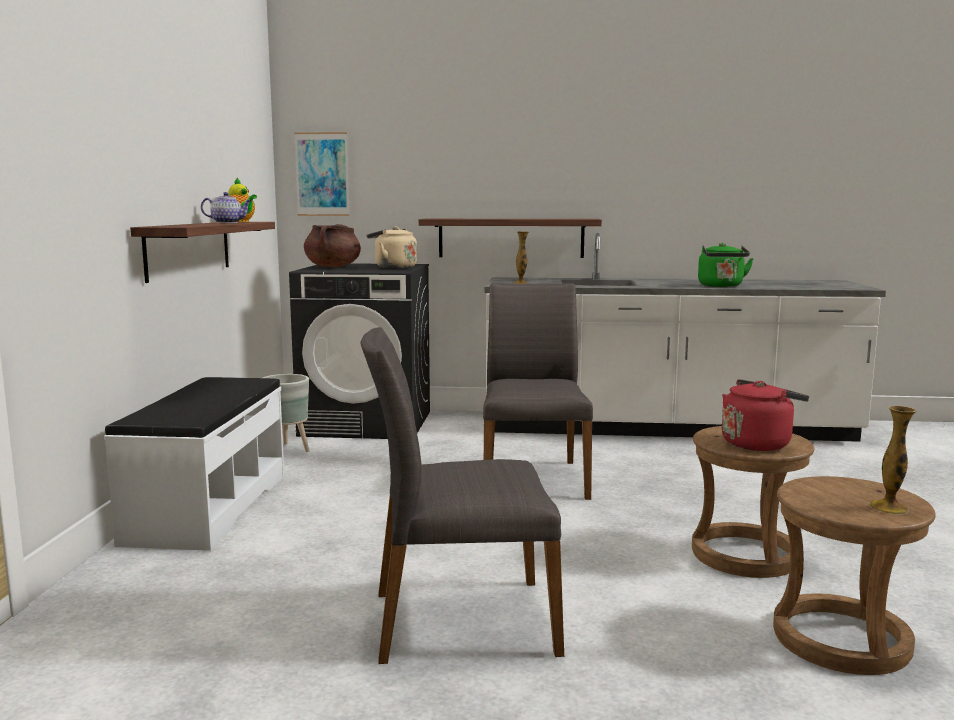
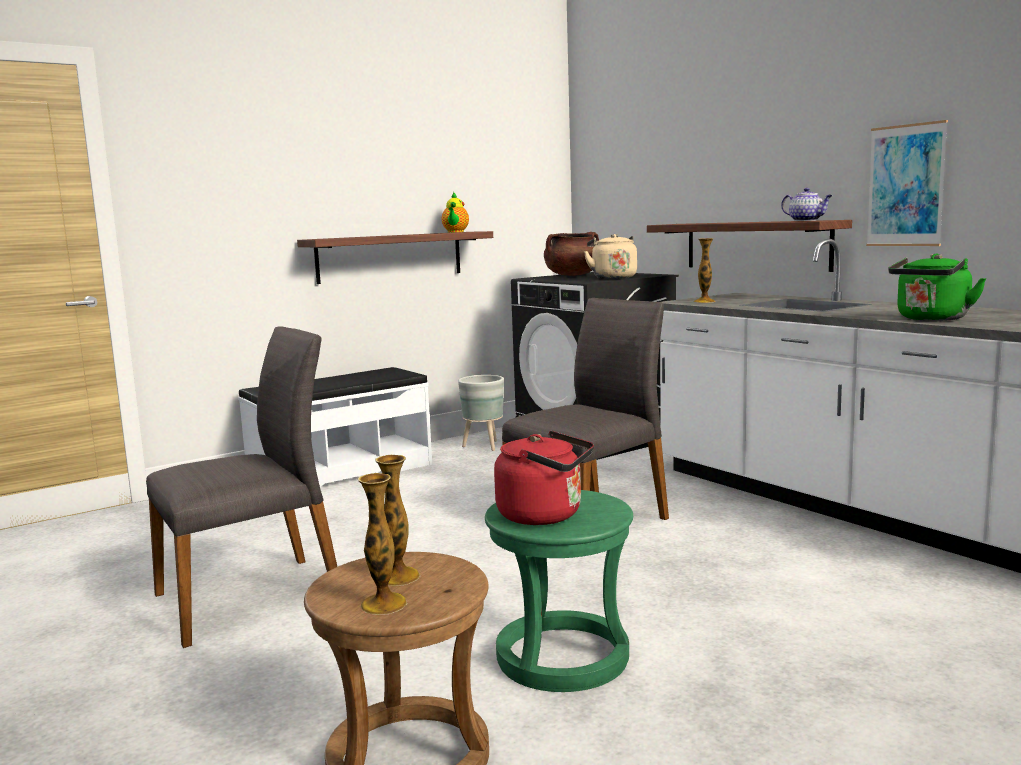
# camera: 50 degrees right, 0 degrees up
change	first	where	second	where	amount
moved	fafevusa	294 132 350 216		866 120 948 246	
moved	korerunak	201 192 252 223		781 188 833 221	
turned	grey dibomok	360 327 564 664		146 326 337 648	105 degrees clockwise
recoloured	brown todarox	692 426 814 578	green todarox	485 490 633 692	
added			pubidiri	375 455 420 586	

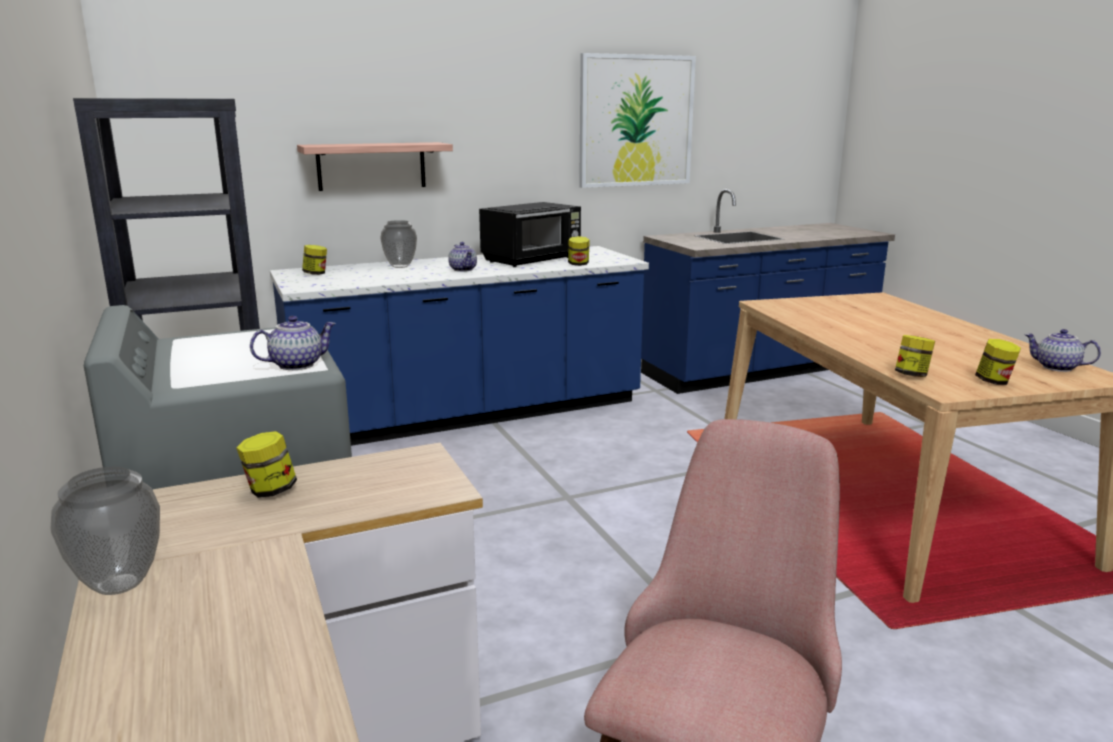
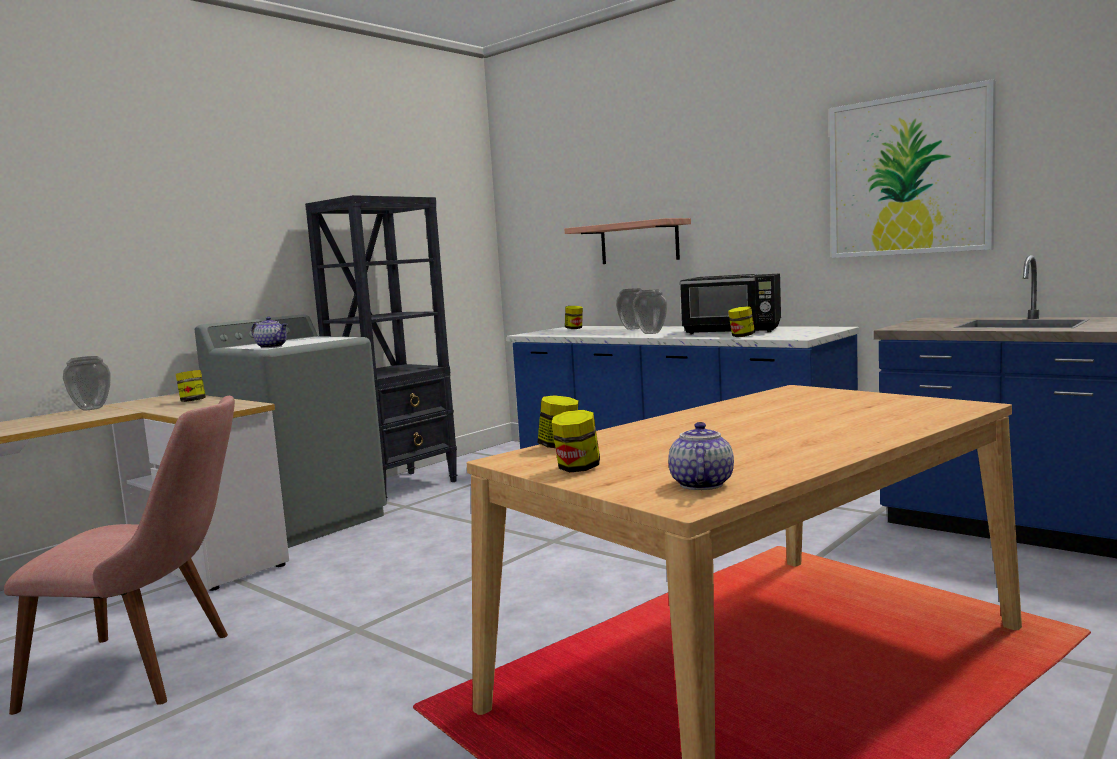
# camera: 65 degrees right, 10 degrees down
change	first	where	second	where	amount
replaced	korerunak	448 242 477 272	pubidiri	633 290 667 334	

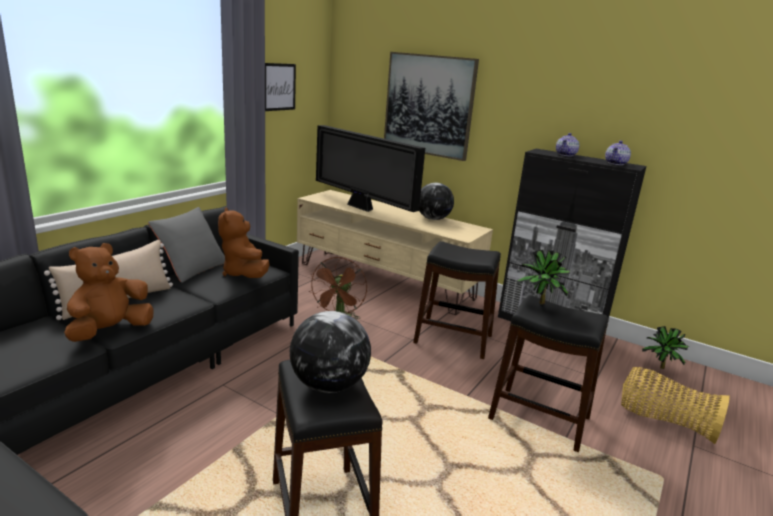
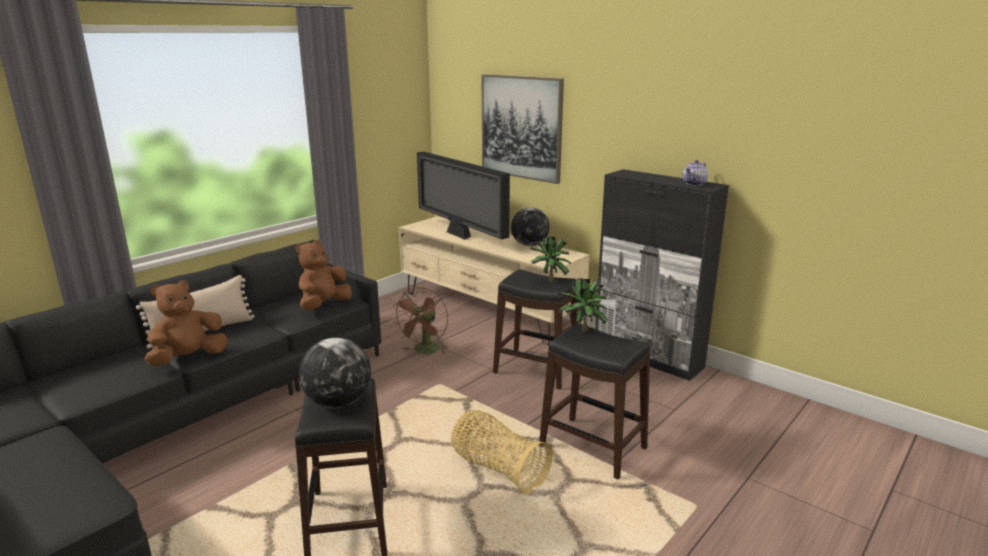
# camera: 10 degrees right, 0 degrees up
change	first	where	second	where	amount
removed	fafevusa	265 63 296 111			
removed	korerunak	556 133 580 156			
removed	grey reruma	148 207 225 283			
turned	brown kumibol	218 207 270 278		295 240 352 310	45 degrees clockwise
moved	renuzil	642 326 691 369		530 237 571 282	
moved	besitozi	621 367 730 444		451 410 553 494	

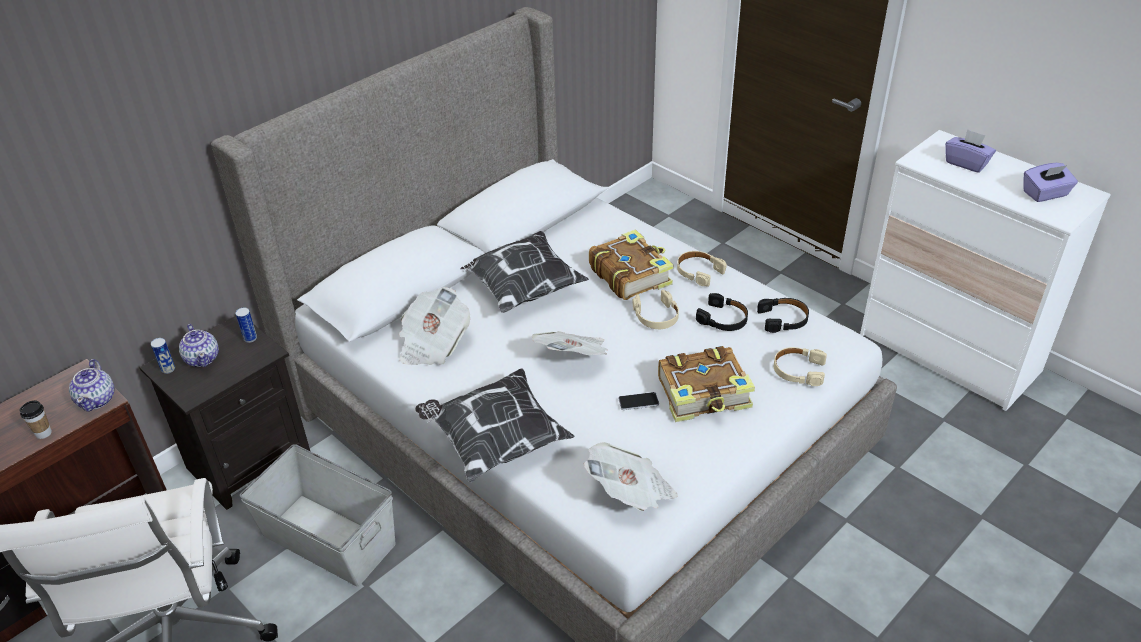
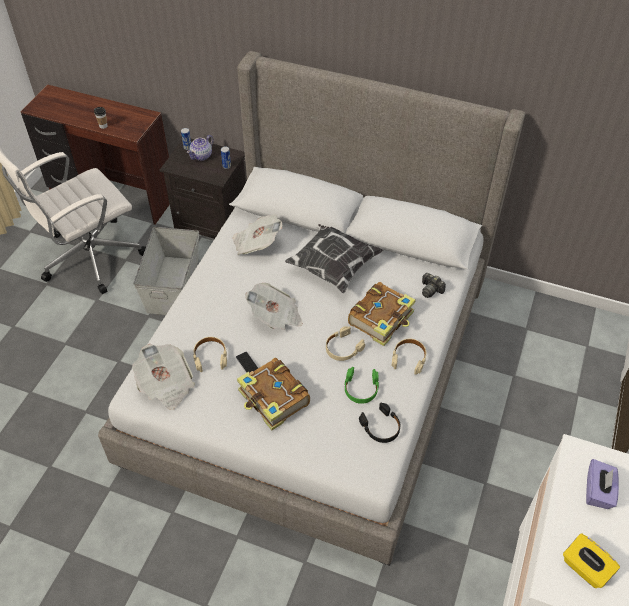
# camera: 65 degrees right, 10 degrees up
change	first	where	second	where	amount
recoloured	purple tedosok	1023 163 1078 202	yellow tedosok	563 533 620 588	
recoloured	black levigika	696 293 748 331	green levigika	344 367 379 404	
moved	beige levigika	774 347 827 386		193 337 227 372	
removed	korerunak	69 359 115 412			
removed	reruma	415 368 575 482			
added			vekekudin	422 273 446 298	

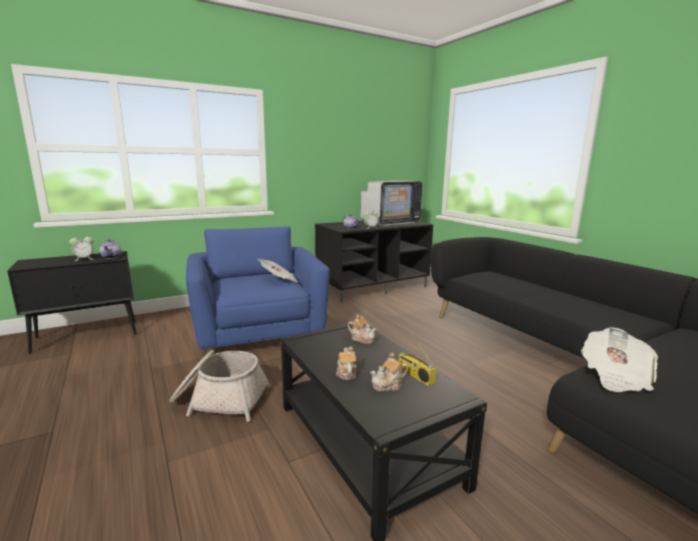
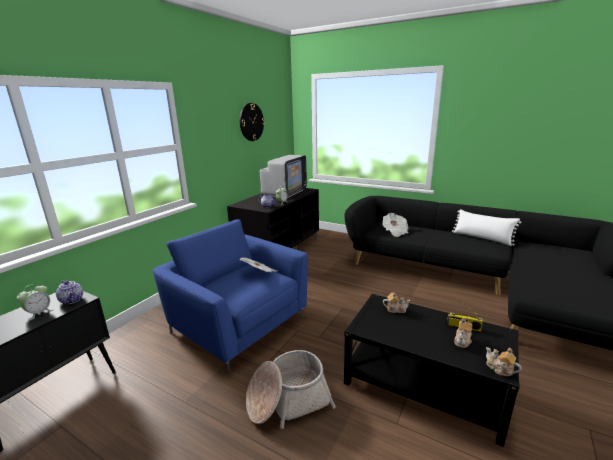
# camera: 30 degrees left, 5 degrees up
change	first	where	second	where	amount
moved	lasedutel	581 327 658 392		382 213 408 237	
moved	korerunak	336 346 357 380		486 347 521 376	
added			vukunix	240 103 265 141	
added			white reruma	452 209 522 246	

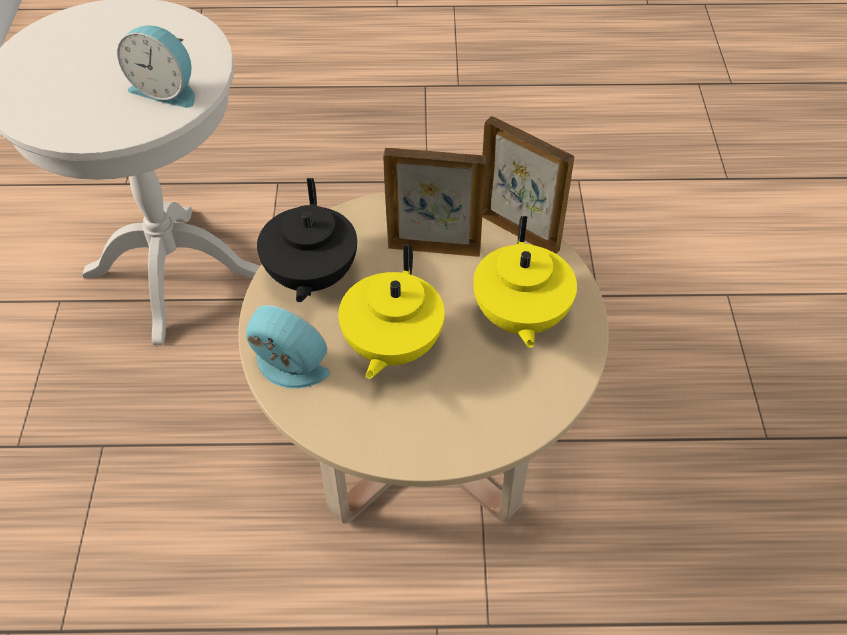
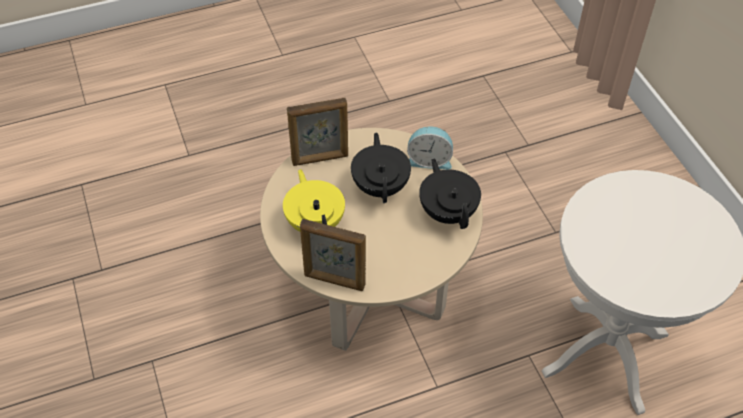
# camera: 160 degrees right, 0 degrees up
change	first	where	second	where	amount
removed	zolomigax	117 25 195 108			
moved	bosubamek	383 148 486 257		287 98 348 166	
recoloured	yellow korerunak	338 244 445 379	black korerunak	351 133 411 203	

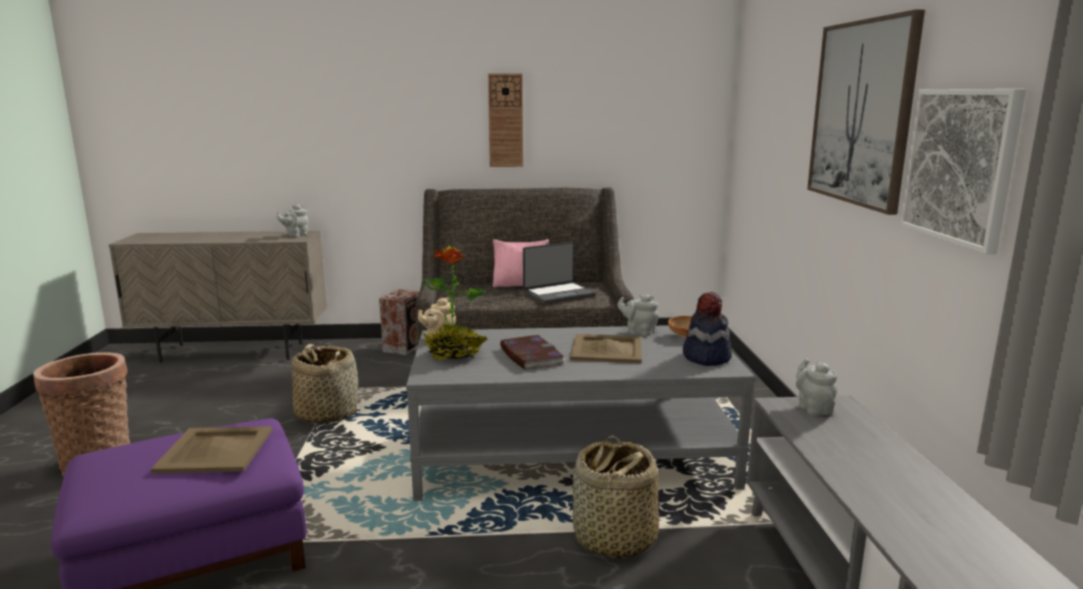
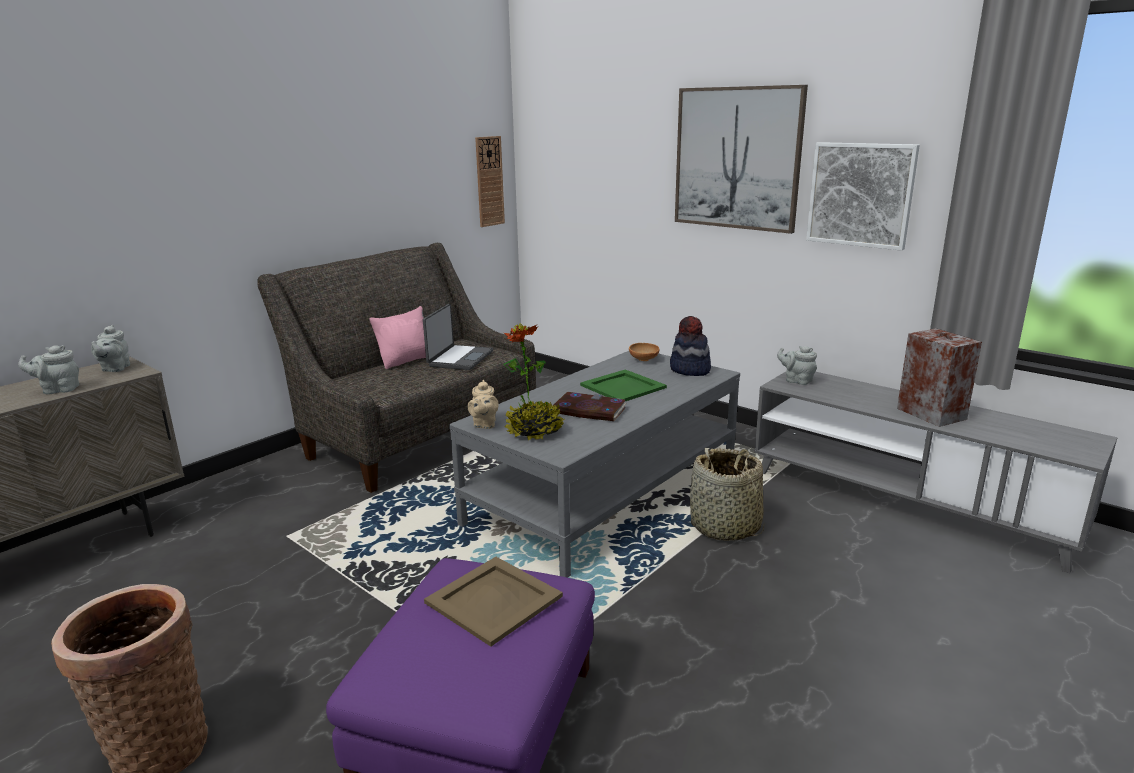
# camera: 45 degrees left, 5 degrees up
change	first	where	second	where	amount
moved	vukunix	488 74 523 167		475 136 505 227	
moved	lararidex	379 289 420 355		897 328 982 427	
moved	grey korerunak	617 294 659 336		18 345 79 394	
recoloured	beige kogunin	570 334 642 363	green kogunin	580 369 667 401	
removed	besitozi	292 344 358 424			

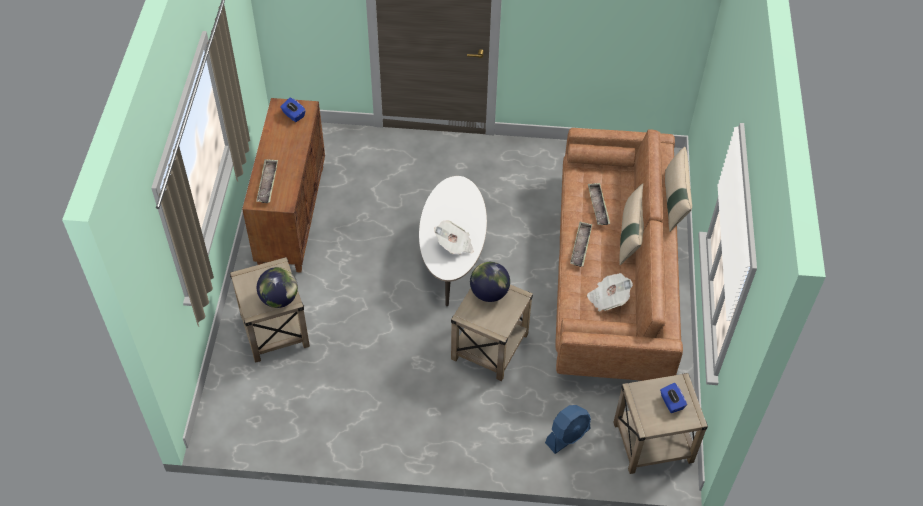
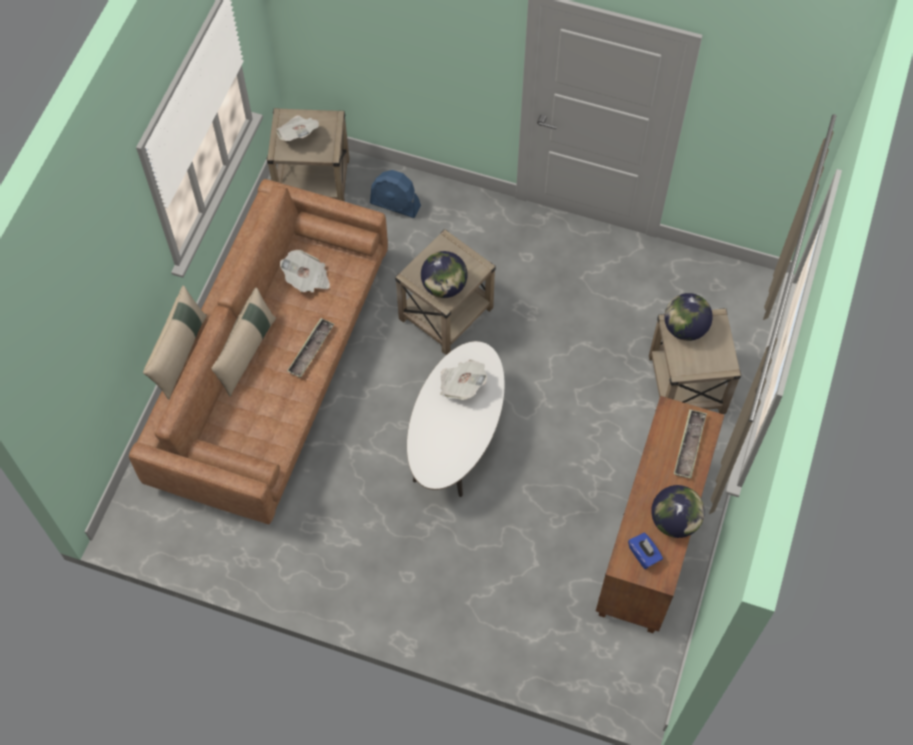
# camera: 165 degrees left, 10 degrees up
change	first	where	second	where	amount
removed	kogunin	588 183 610 225			
replaced	blue tedosok	660 383 687 413	lasedutel	276 115 319 141	
turned	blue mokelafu	545 405 591 454		370 170 421 218	135 degrees counterclockwise
added			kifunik	651 485 705 538	

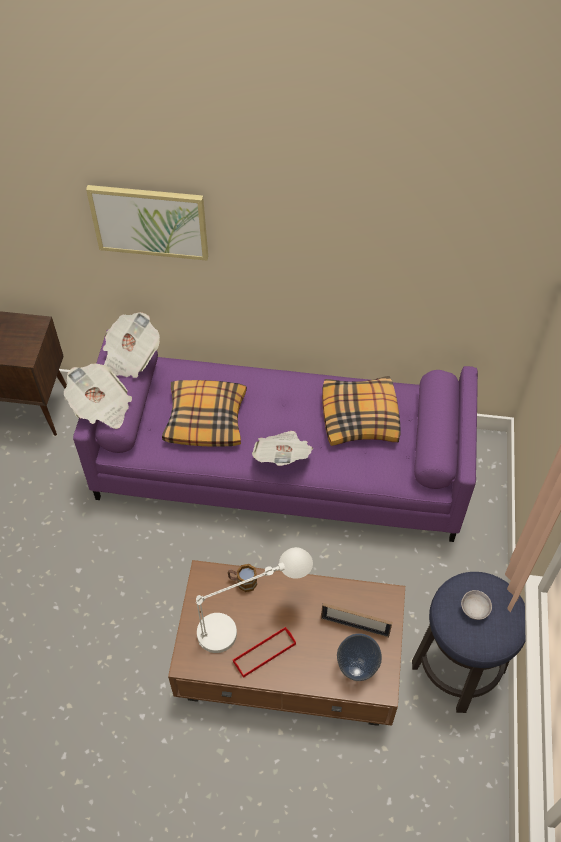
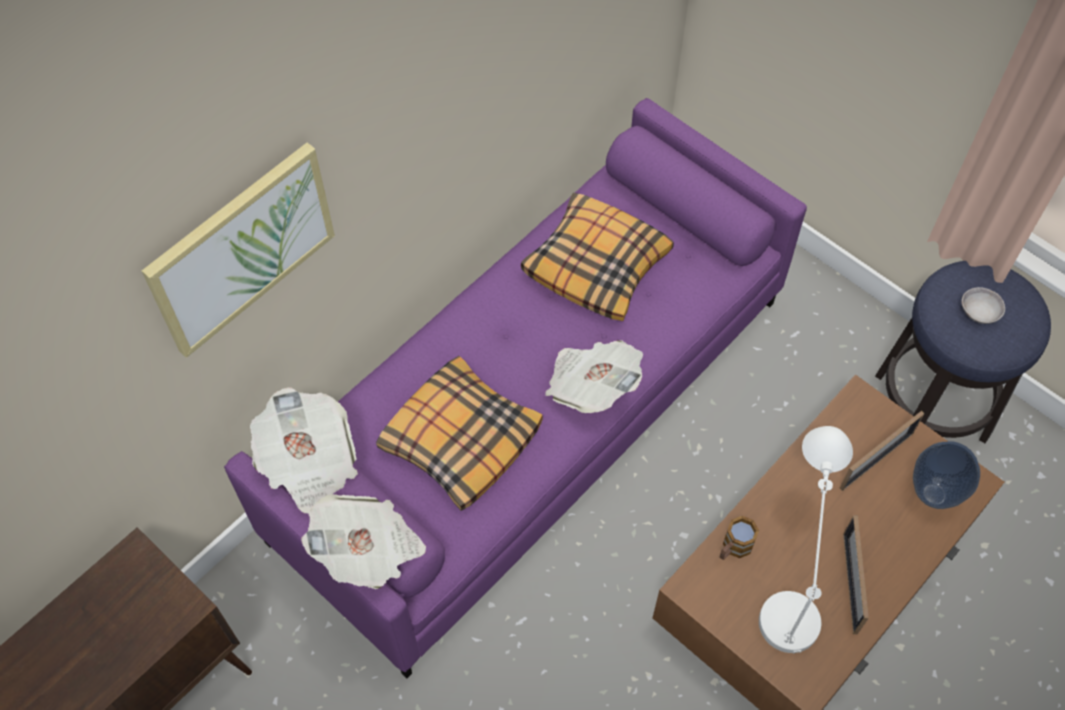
# camera: 55 degrees left, 5 degrees up
change	first	where	second	where	amount
replaced	red kogunin	233 627 296 678	bosubamek	843 515 869 634	

